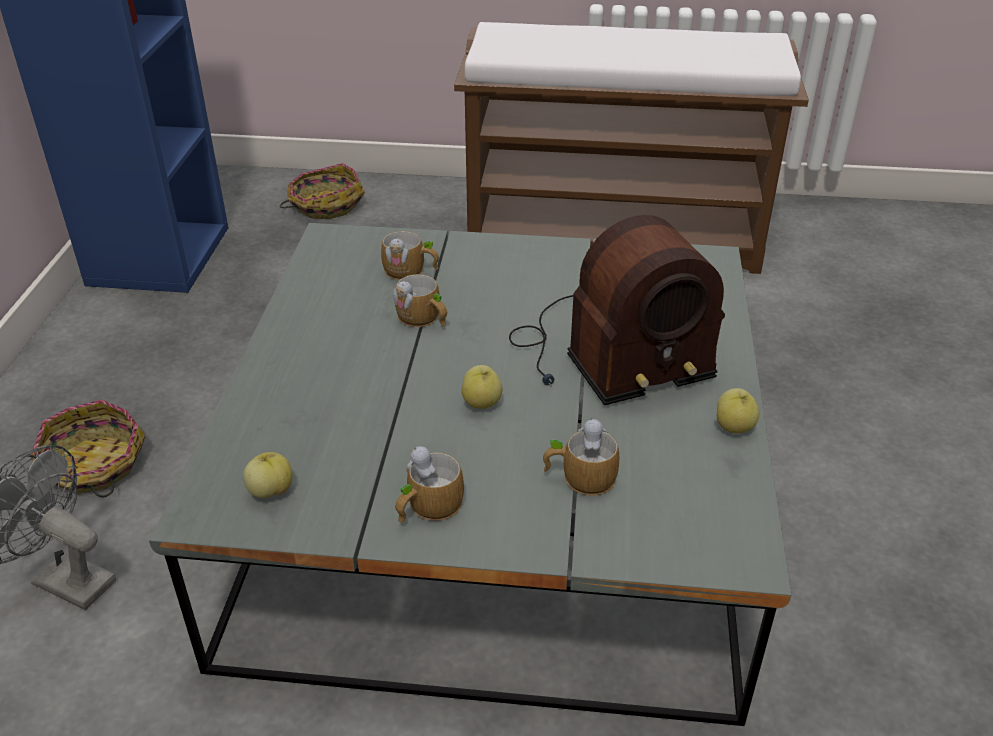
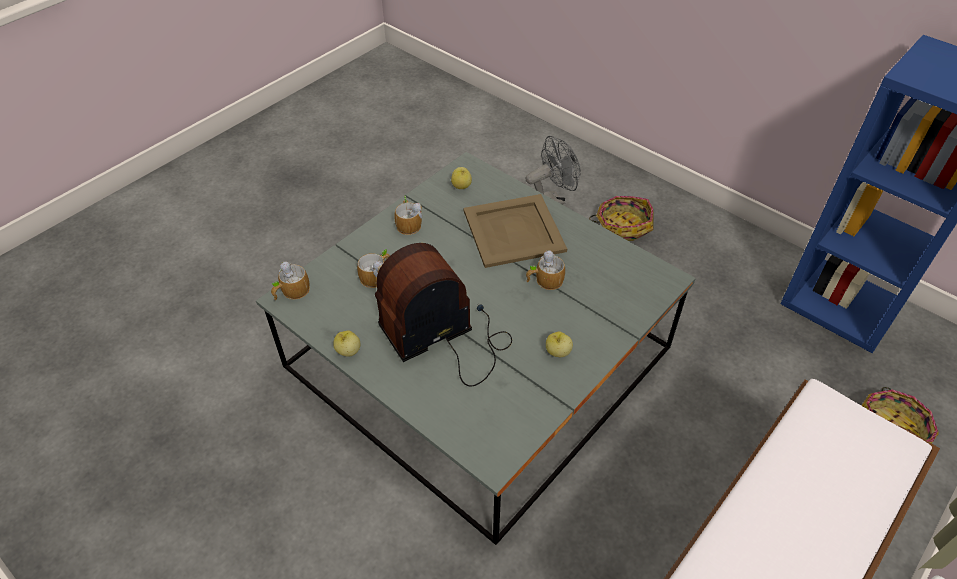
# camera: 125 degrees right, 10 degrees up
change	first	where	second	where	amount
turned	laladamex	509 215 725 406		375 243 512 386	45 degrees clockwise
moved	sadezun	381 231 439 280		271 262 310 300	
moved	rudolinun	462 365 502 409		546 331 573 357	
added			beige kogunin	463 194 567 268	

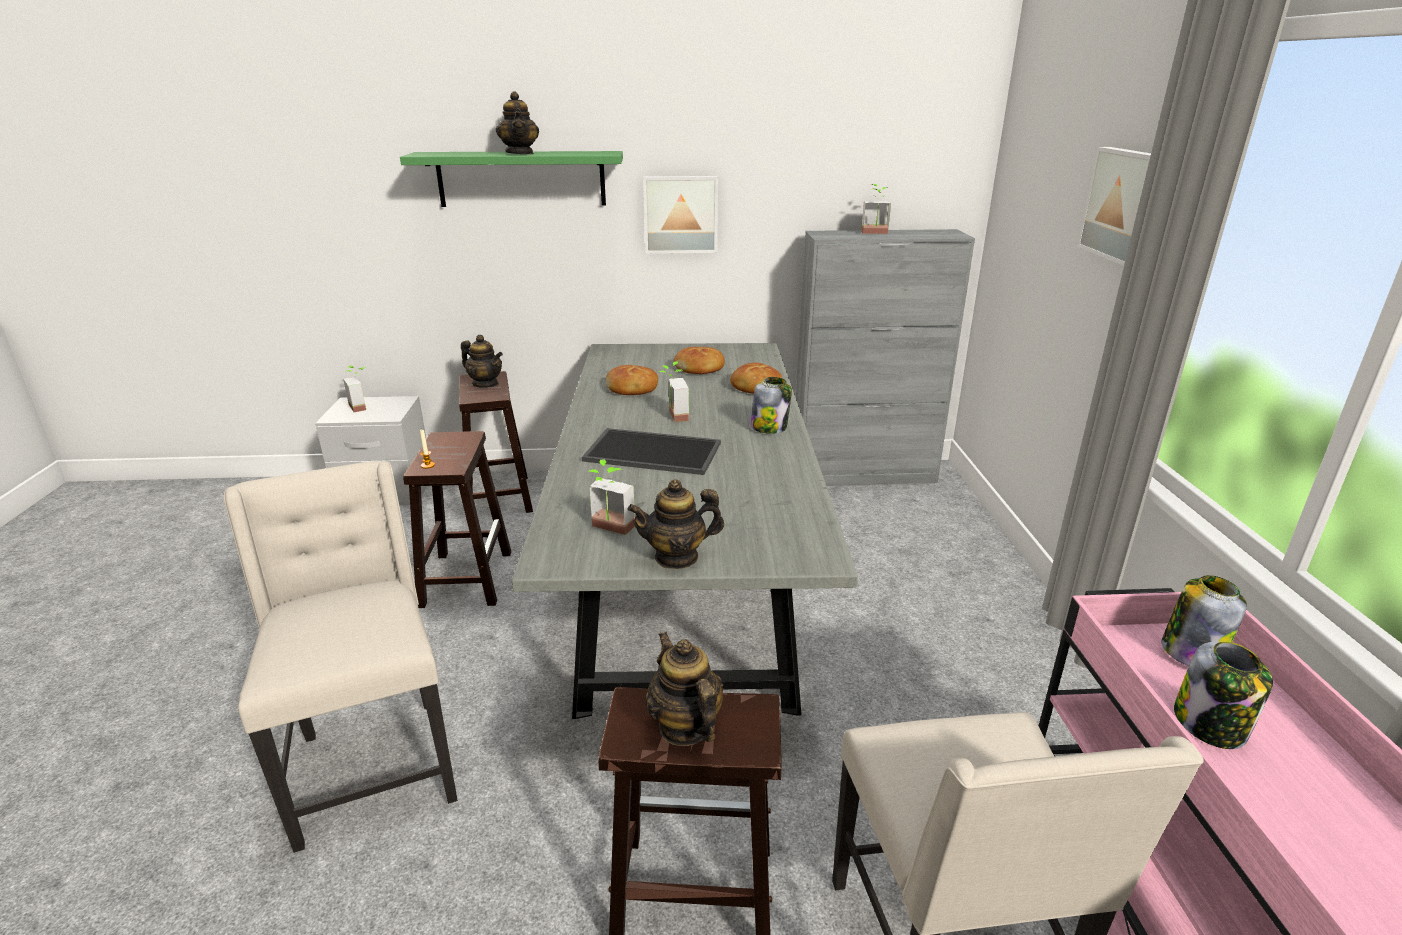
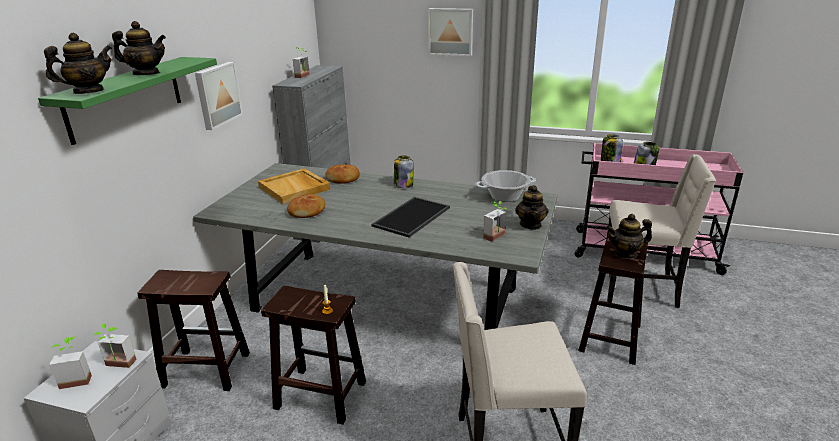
# camera: 70 degrees left, 0 degrees up
change	first	where	second	where	amount
moved	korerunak	461 335 503 388		44 33 112 94	
replaced	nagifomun	674 347 725 374	beige kogunin	258 168 330 204	
moved	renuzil	659 362 689 422		94 324 137 368	
added			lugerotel	475 170 536 202	

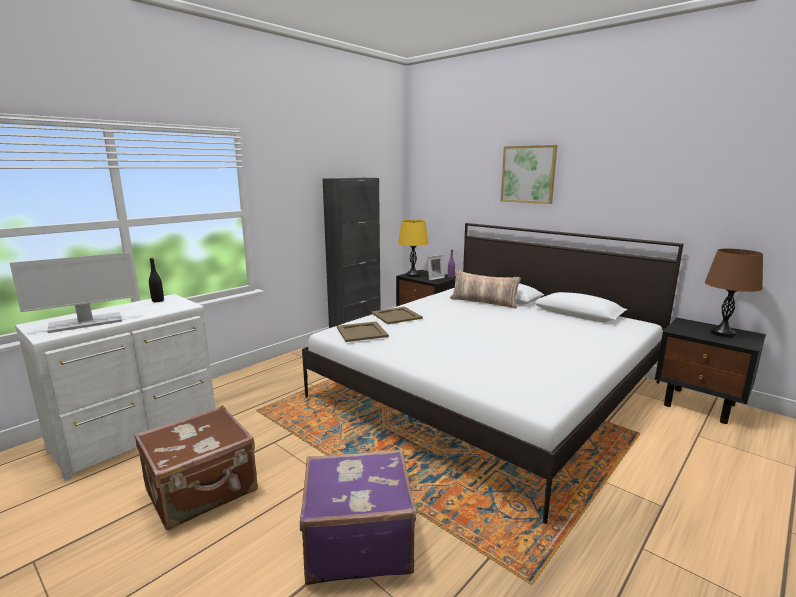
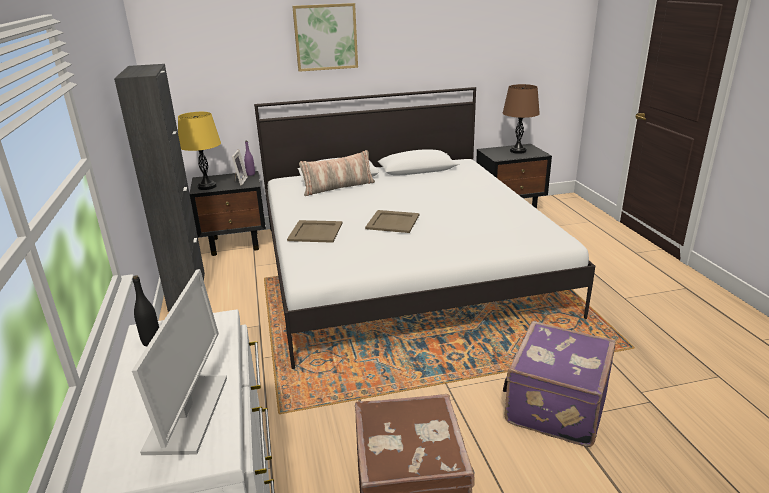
# camera: 55 degrees left, 10 degrees up
change	first	where	second	where	amount
moved	beige kogunin	337 321 389 342		365 210 419 233	

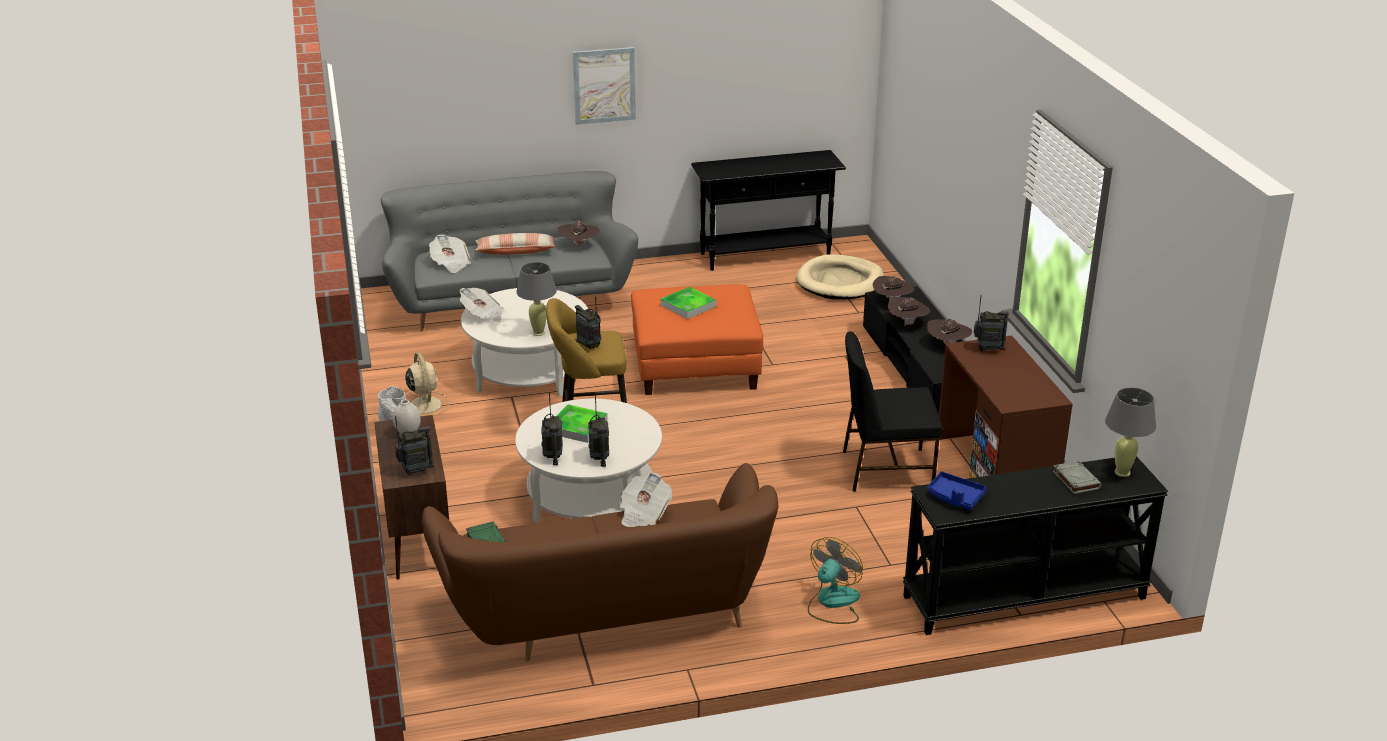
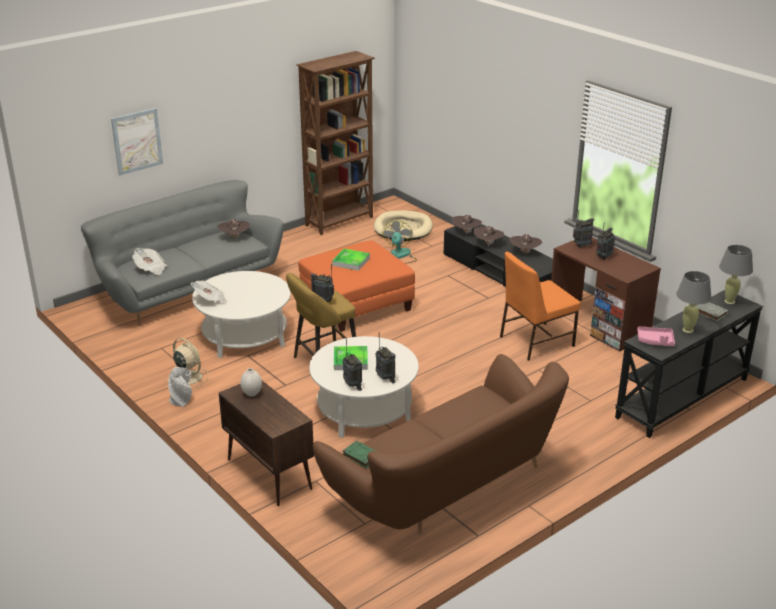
# camera: 25 degrees left, 0 degrees up
change	first	where	second	where	amount
moved	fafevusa	573 47 636 125		111 108 163 175	
replaced	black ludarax	691 150 846 271	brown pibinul	296 51 375 235	
removed	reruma	475 233 555 255			
moved	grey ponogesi	516 262 557 336		676 271 712 333	
recoloured	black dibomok	843 332 942 492	orange dibomok	500 252 581 361	
moved	laladamex	395 416 434 476		596 222 615 260	
removed	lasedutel	620 472 673 527			
recoloured	blue kogunin	927 472 987 510	pink kogunin	637 327 675 346	
moved	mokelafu	808 537 863 624		382 220 417 264	

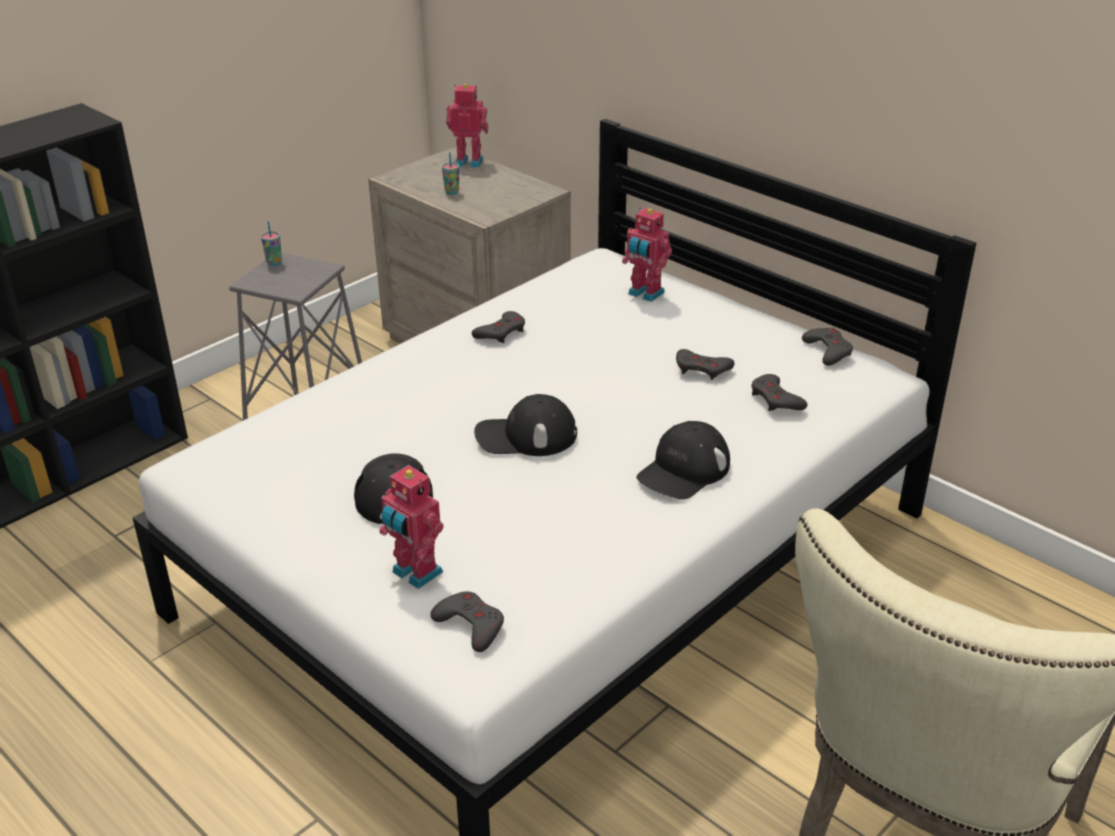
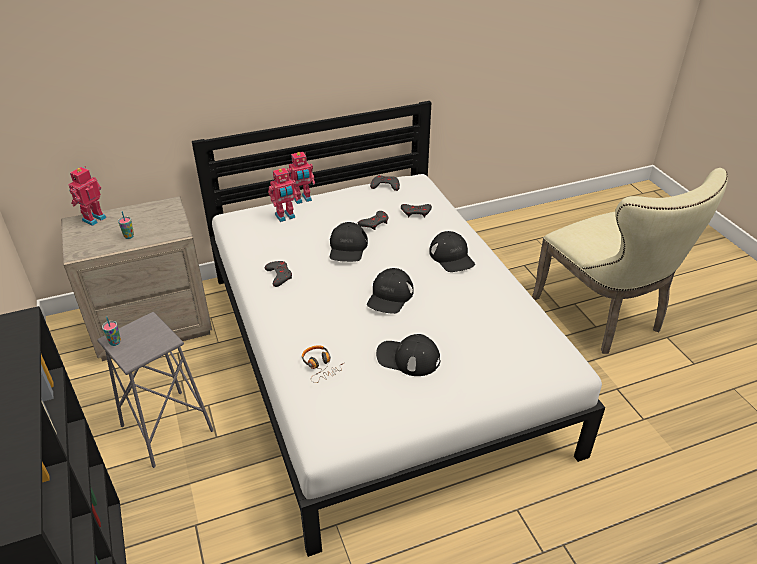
# camera: 65 degrees left, 5 degrees up
change	first	where	second	where	amount
moved	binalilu	379 465 443 589		287 152 315 204	
removed	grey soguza	430 591 504 652			
added			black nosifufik	330 222 368 262	
added			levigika	302 345 344 383	

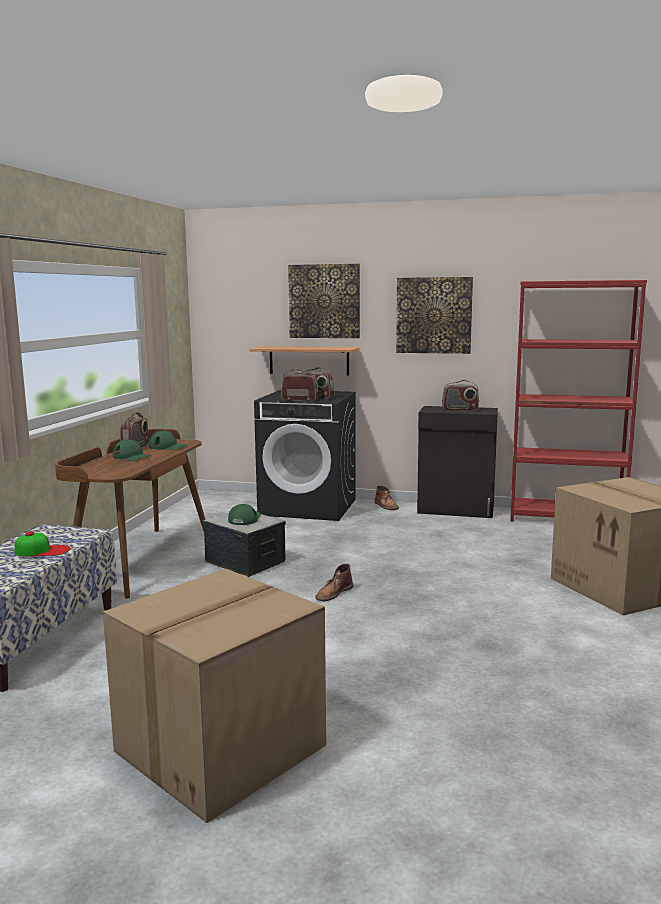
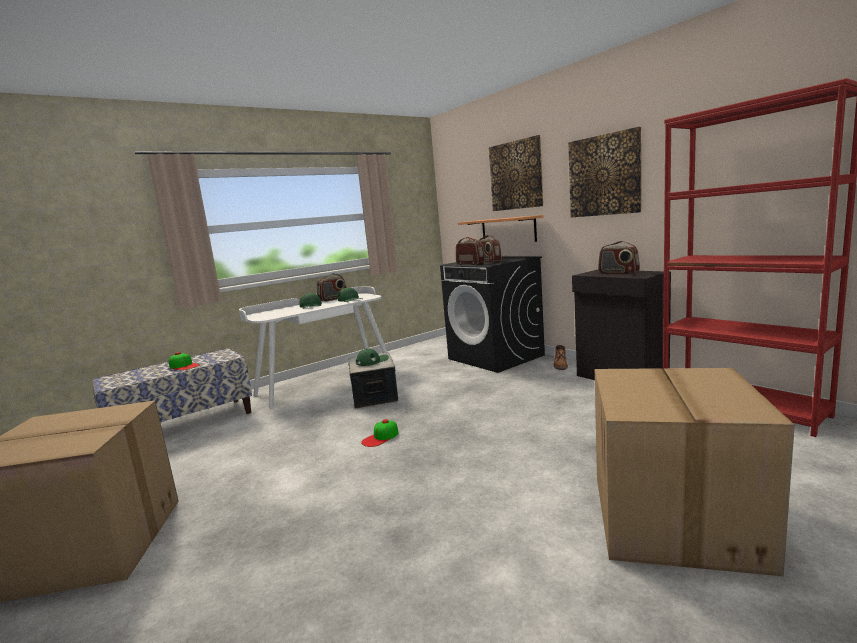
# camera: 40 degrees right, 0 degrees up
change	first	where	second	where	amount
recoloured	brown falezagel	55 429 206 599	white falezagel	239 286 388 408	
replaced	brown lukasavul	315 564 353 602	nosifufik	361 419 399 447	

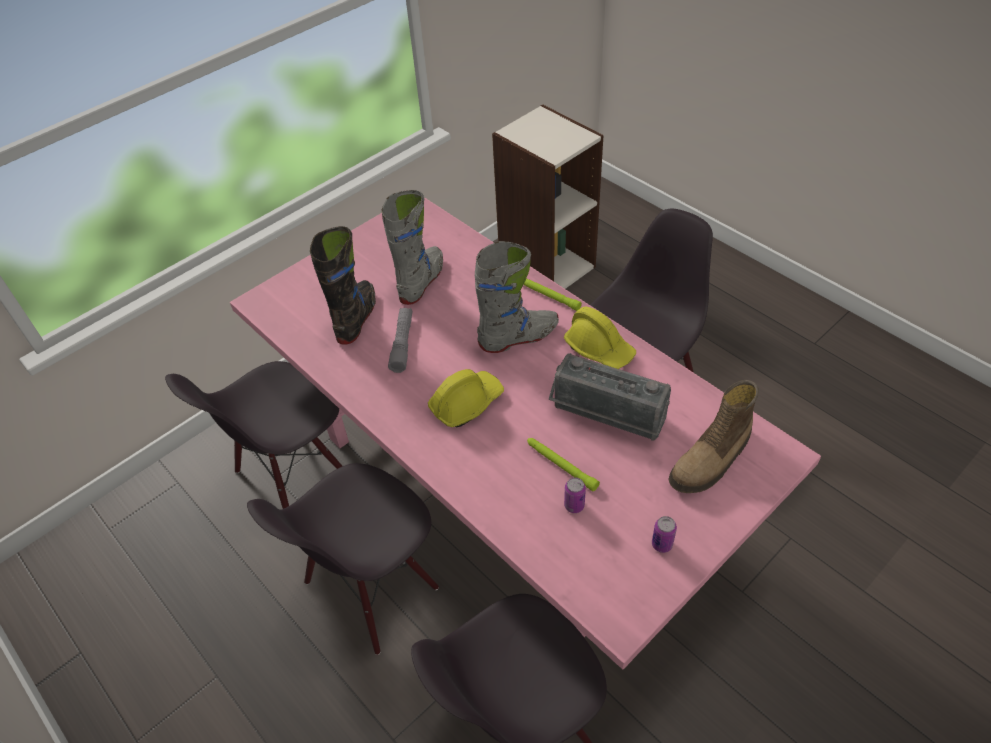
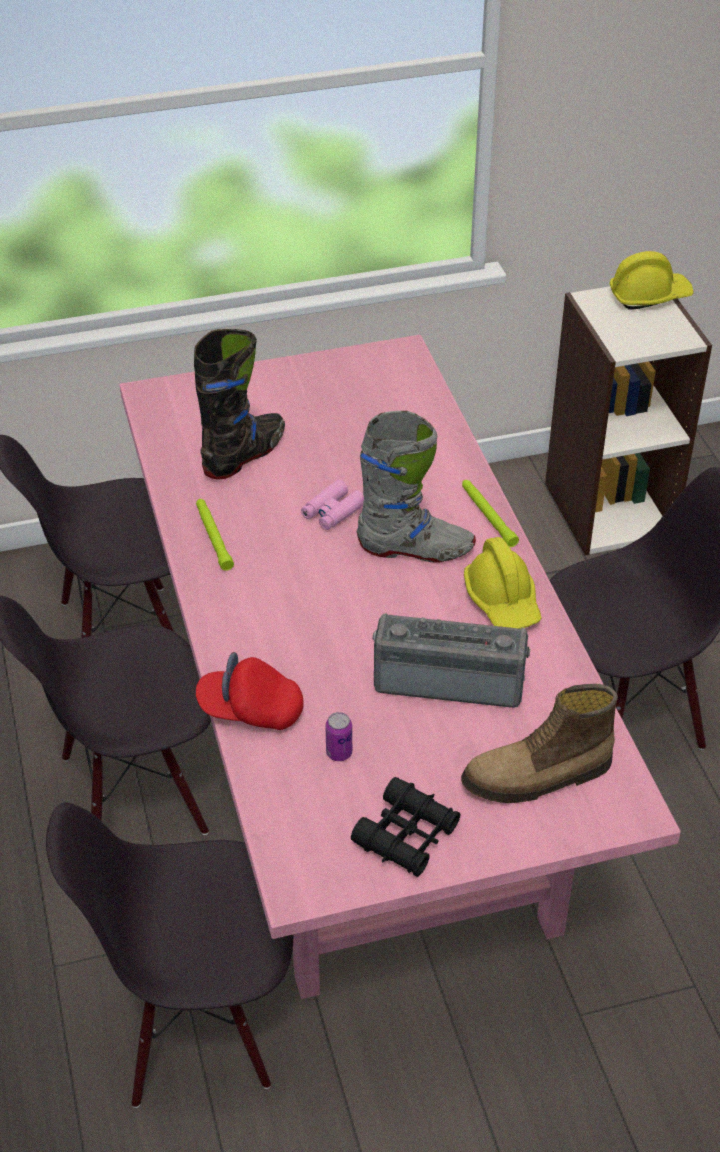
# camera: 25 degrees right, 5 degrees down
change	first	where	second	where	amount
removed	grey lukasavul	382 190 443 305			
removed	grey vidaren	388 308 412 373			
turned	laladamex	549 353 671 440		373 613 530 708	135 degrees clockwise
moved	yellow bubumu	428 369 504 427		609 251 694 310	
moved	green vidaren	527 438 600 491		196 499 234 571	
replaced	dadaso	652 516 677 553	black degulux	351 777 461 877	
added			pink degulux	301 480 364 530	
added			red nosifufik	196 652 304 730	

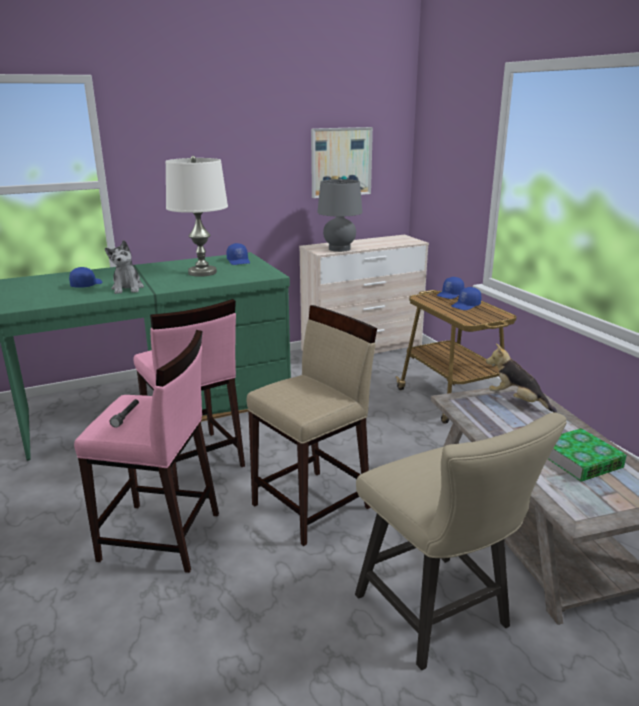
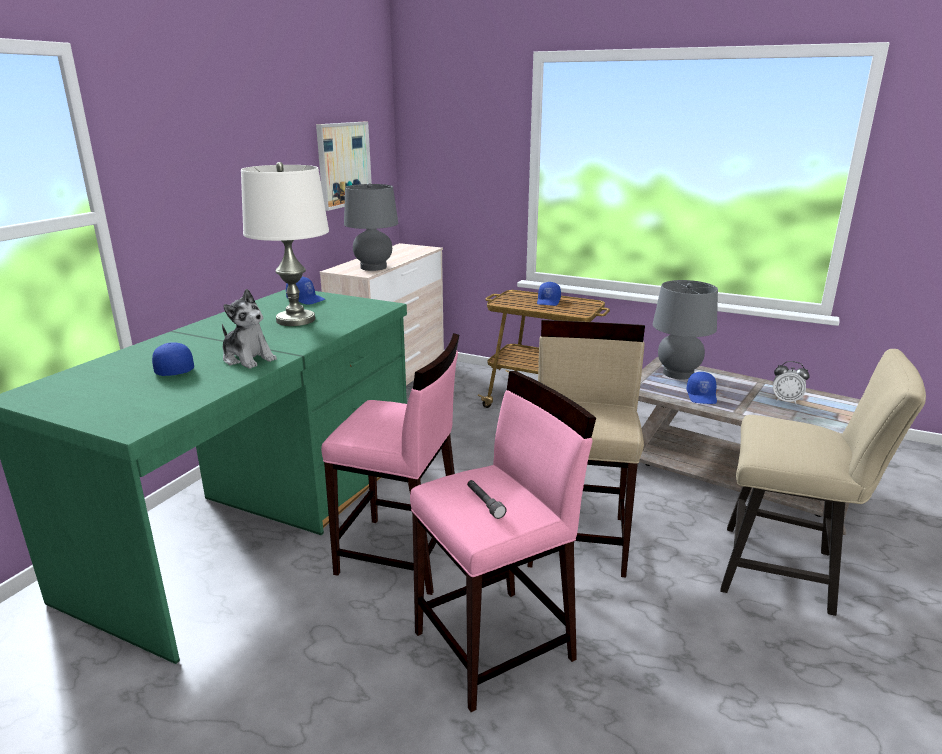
# camera: 40 degrees left, 0 degrees up
change	first	where	second	where	amount
moved	blue nosifufik	437 277 464 299		686 372 717 404	
replaced	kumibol	486 344 557 413	grey ponogesi	653 280 718 379	
replaced	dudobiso	548 428 627 481	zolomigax	773 361 810 404	

